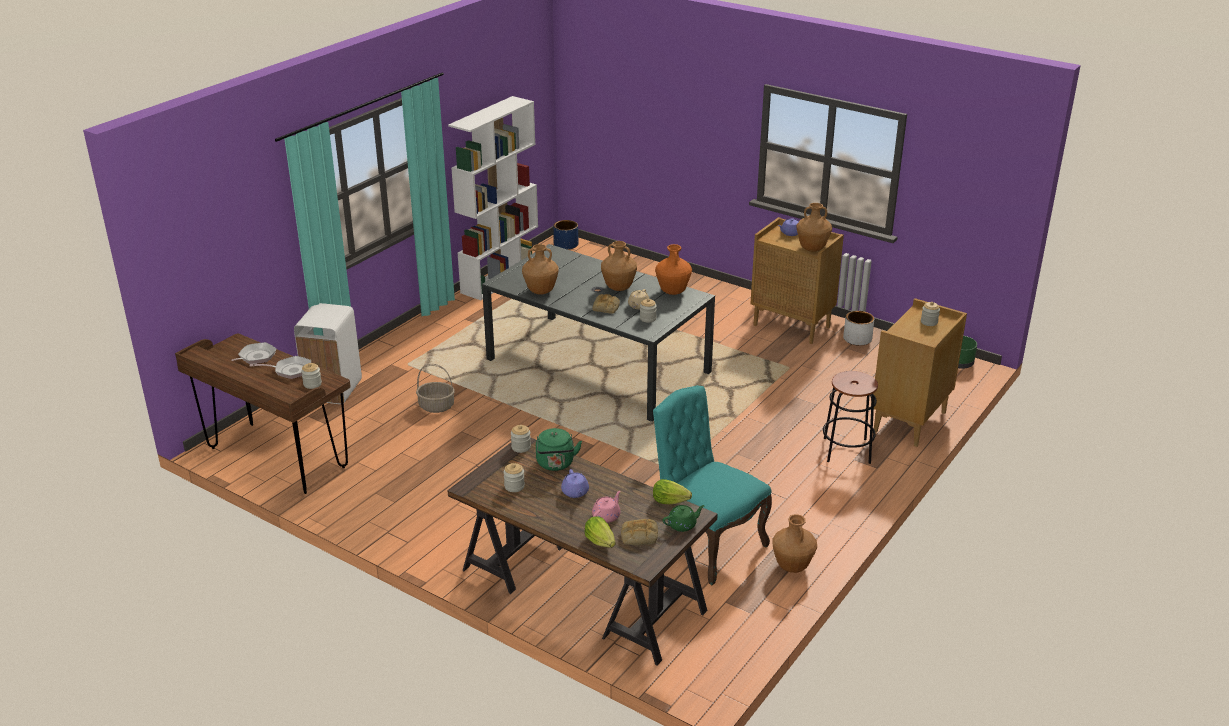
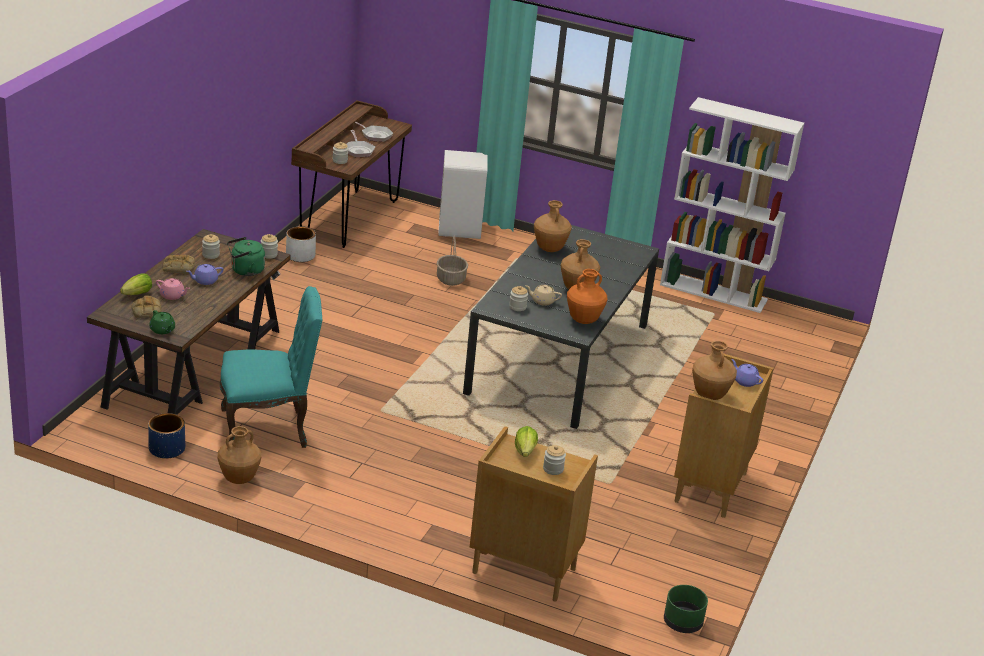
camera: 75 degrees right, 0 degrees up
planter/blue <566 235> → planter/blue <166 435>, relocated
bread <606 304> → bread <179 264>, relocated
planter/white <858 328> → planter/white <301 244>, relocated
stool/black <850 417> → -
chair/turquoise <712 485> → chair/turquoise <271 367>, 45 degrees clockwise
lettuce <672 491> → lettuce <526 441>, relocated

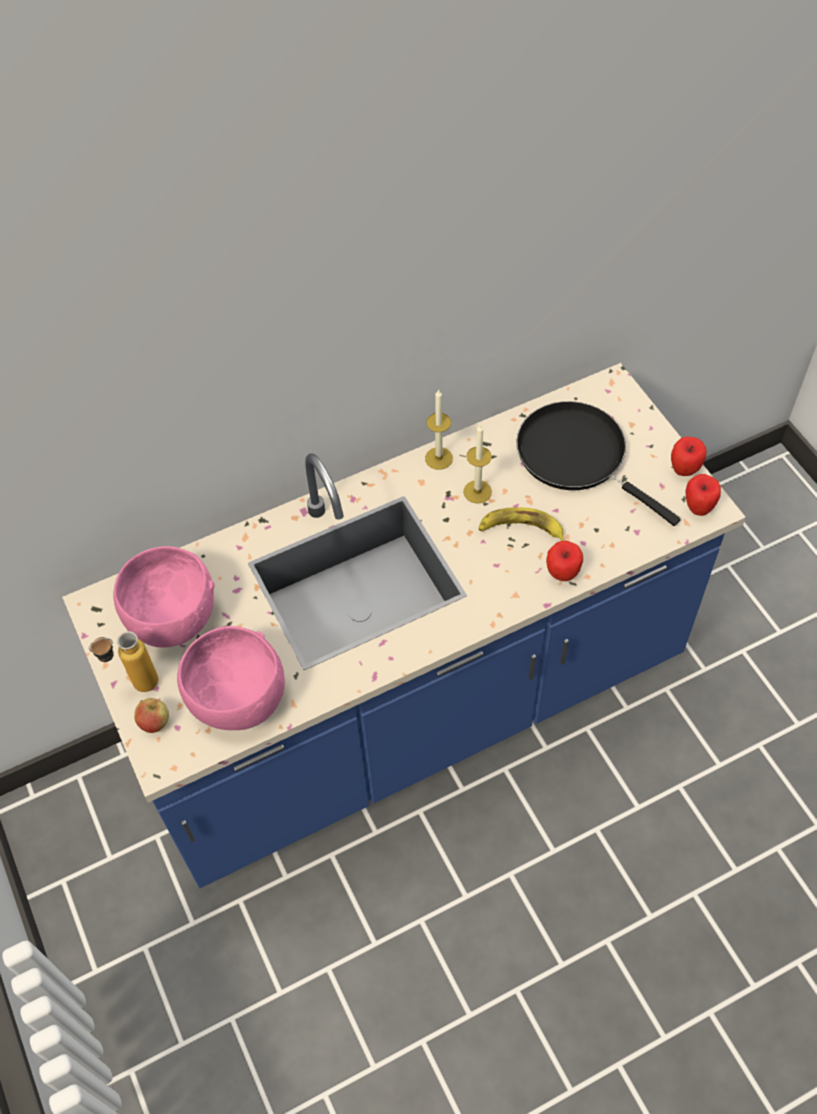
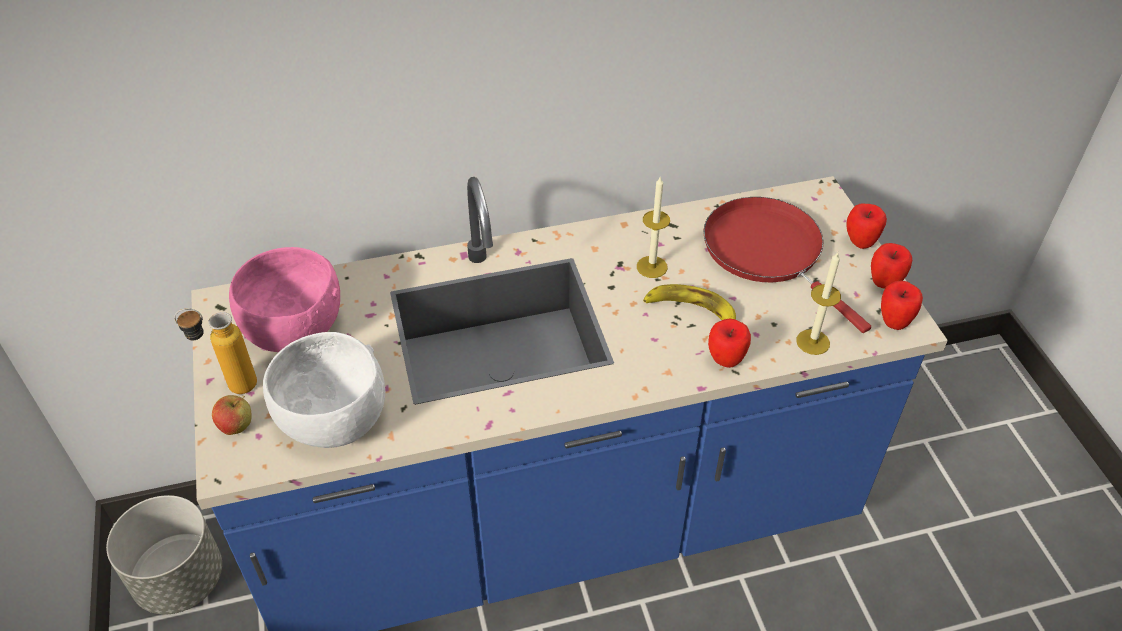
camera: 10 degrees right, 10 degrees down
candle <439 429> → candle <818 303>, relocated
frying pan/black <598 463> → frying pan/red <787 265>
bowl/pink <231 678> → bowl/white <324 390>
- → apple <867 226>
- → planter/grey <164 555>

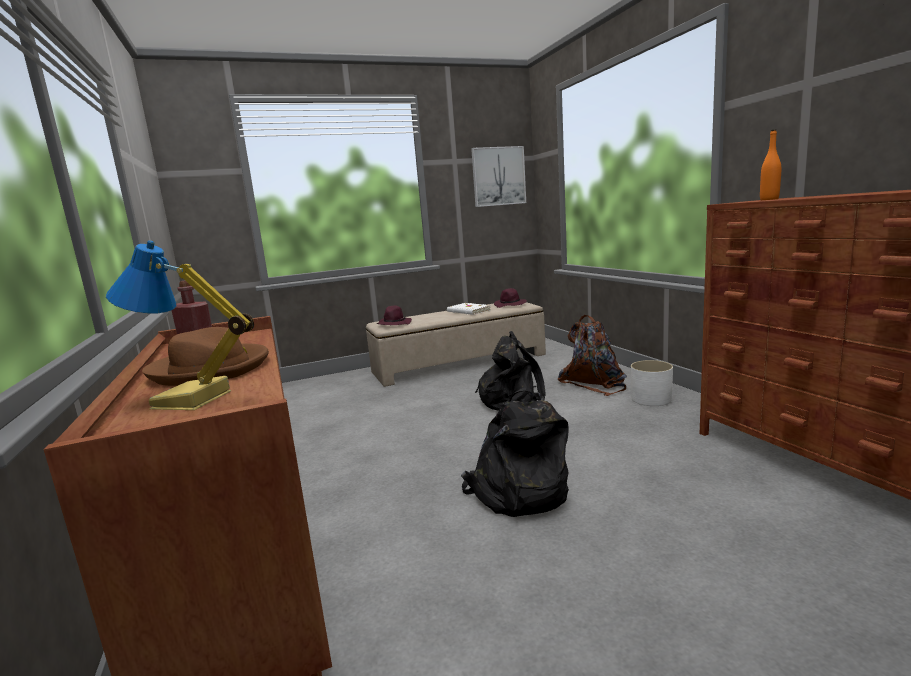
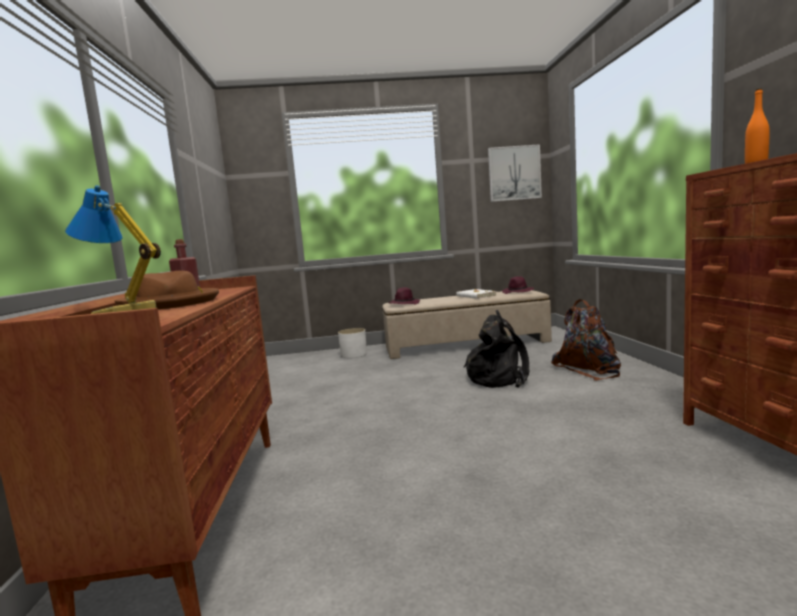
camera: 15 degrees right, 5 degrees down
planter/white <652 383> → planter/white <352 343>, relocated
backpack/black <515 452> → -

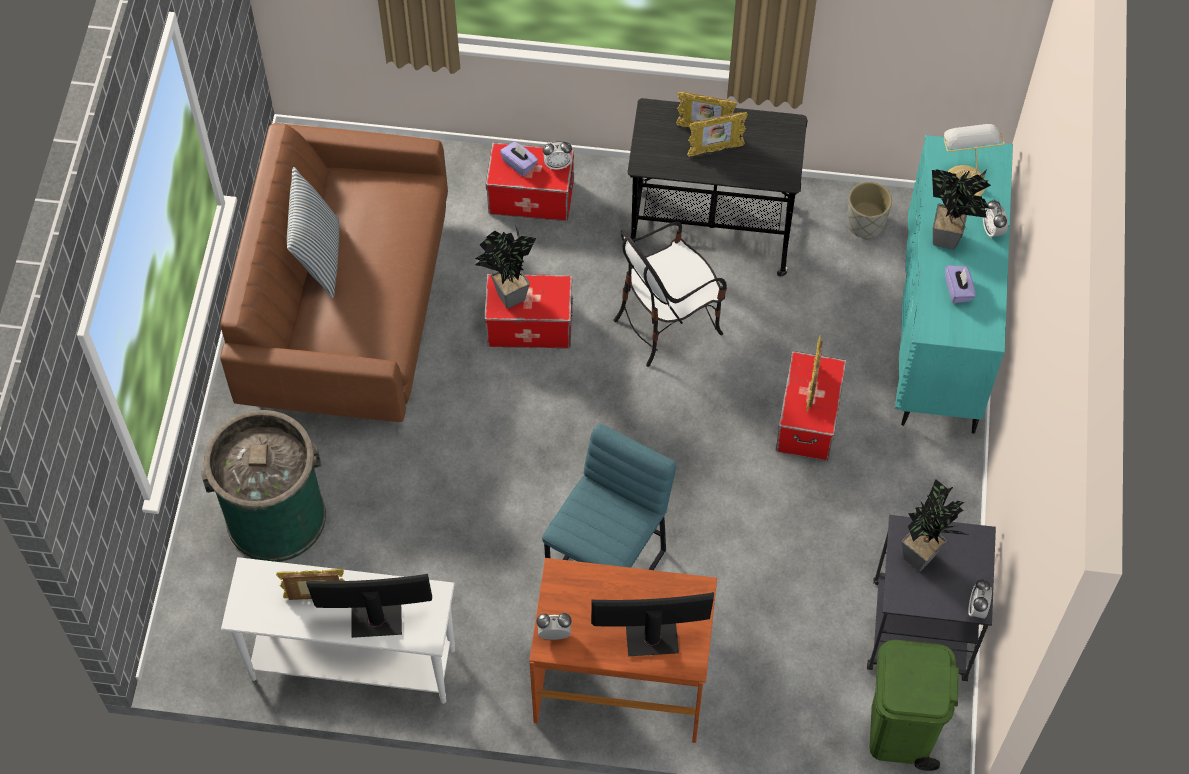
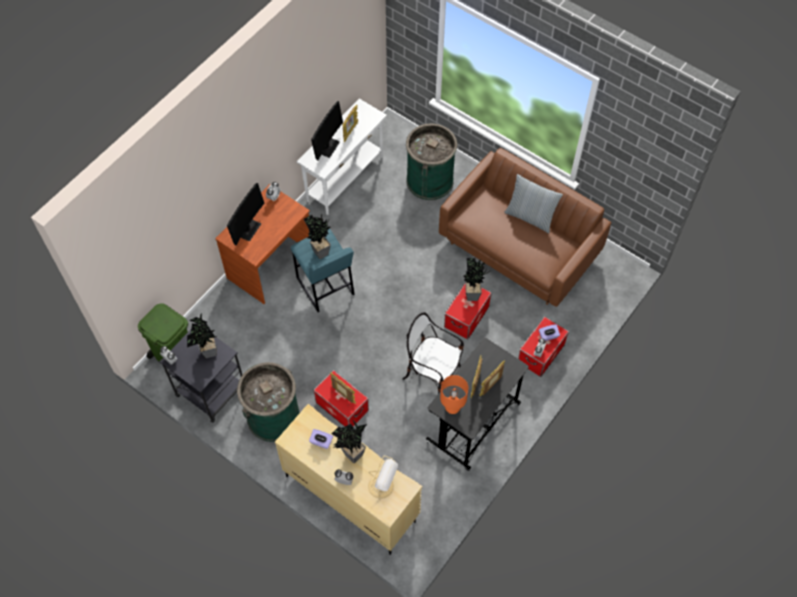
camera: 120 degrees right, 0 degrees up
dresser/turquoise <954 284> → dresser/beige <349 479>
planter/grey <869 211> → -
chair <670 294> → chair <433 353>, 60 degrees counterclockwise
- → potted plant <317 236>
- → trash can/green <268 402>
- → table lamp/orange <454 394>

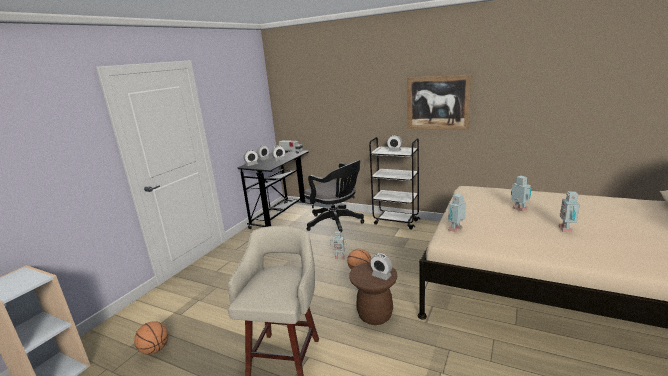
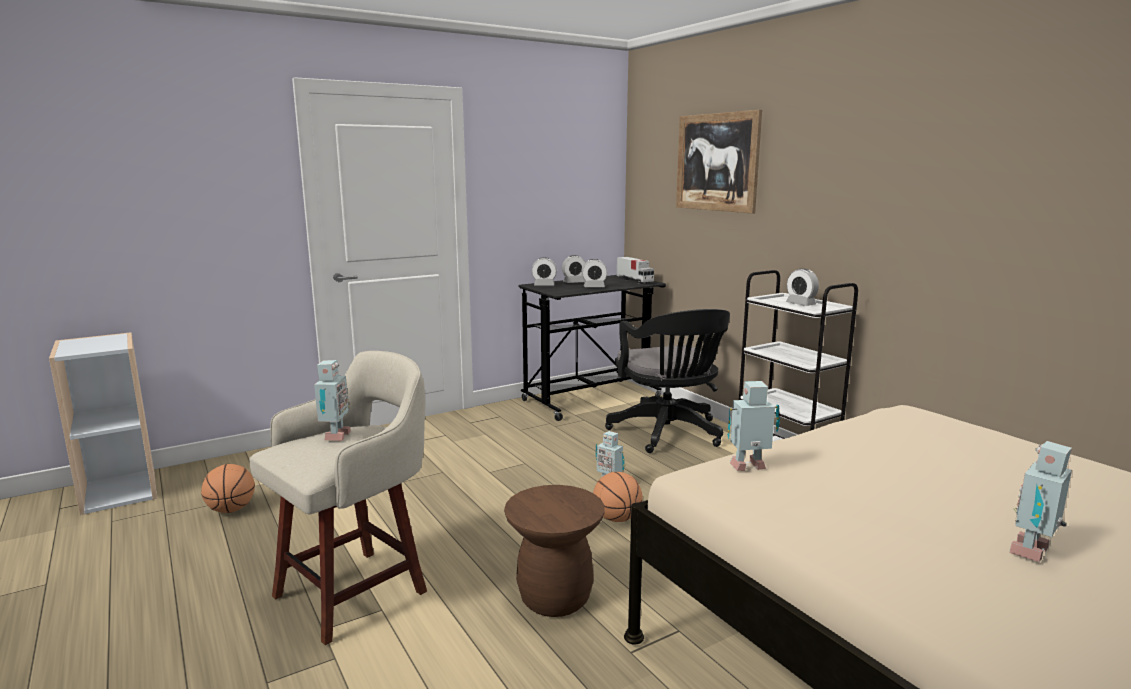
camera: 30 degrees right, 5 degrees down
picture <439 102> → picture <719 162>, relocated
toy robot <521 193> → toy robot <332 400>, relocated
alarm clock <381 266> → -

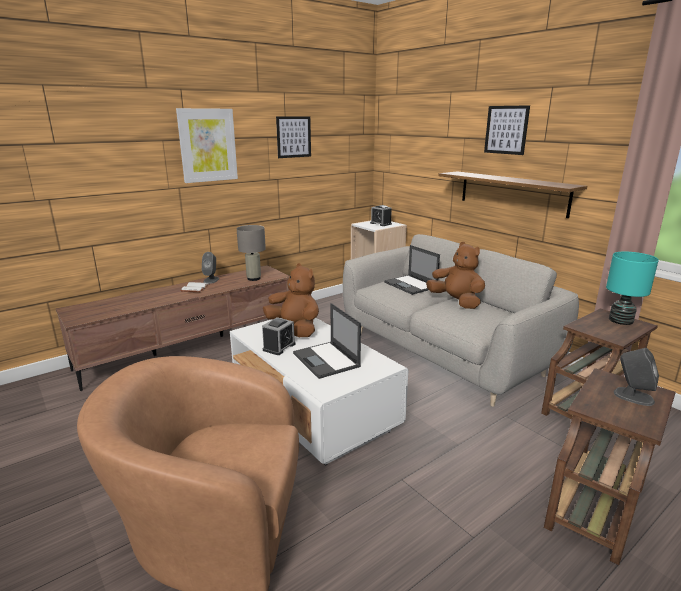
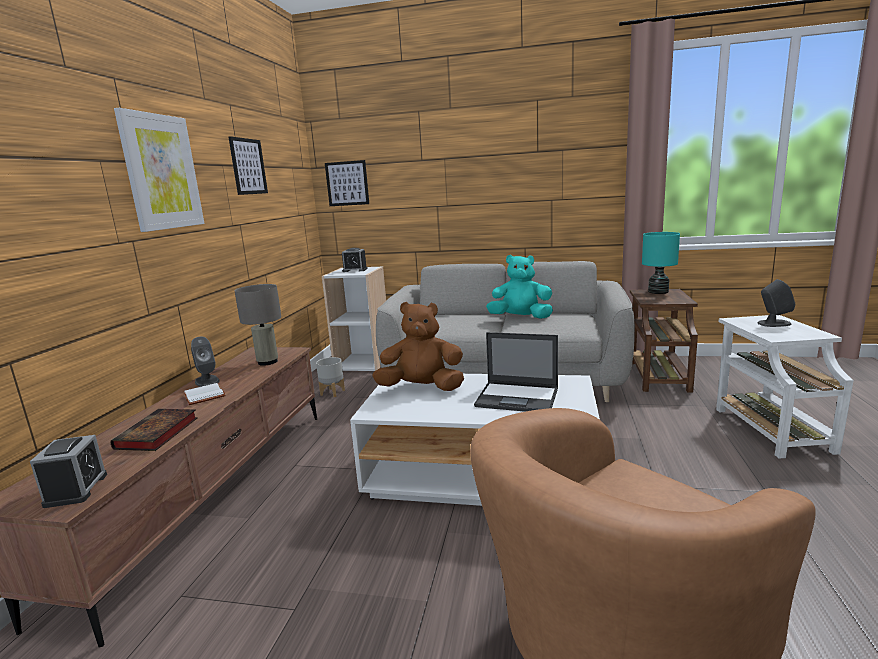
camera: 40 degrees left, 5 degrees down
picture <507 130> → picture <347 183>, relocated
shelf <512 194> → -
plush toy/brown <455 275> → plush toy/turquoise <519 287>
laptop <412 270> → -
alarm clock <278 336> → alarm clock <68 471>, relocated
side table/brown <610 466> → side table/white <785 387>
- → planter/grey <330 377>
- → book <154 430>

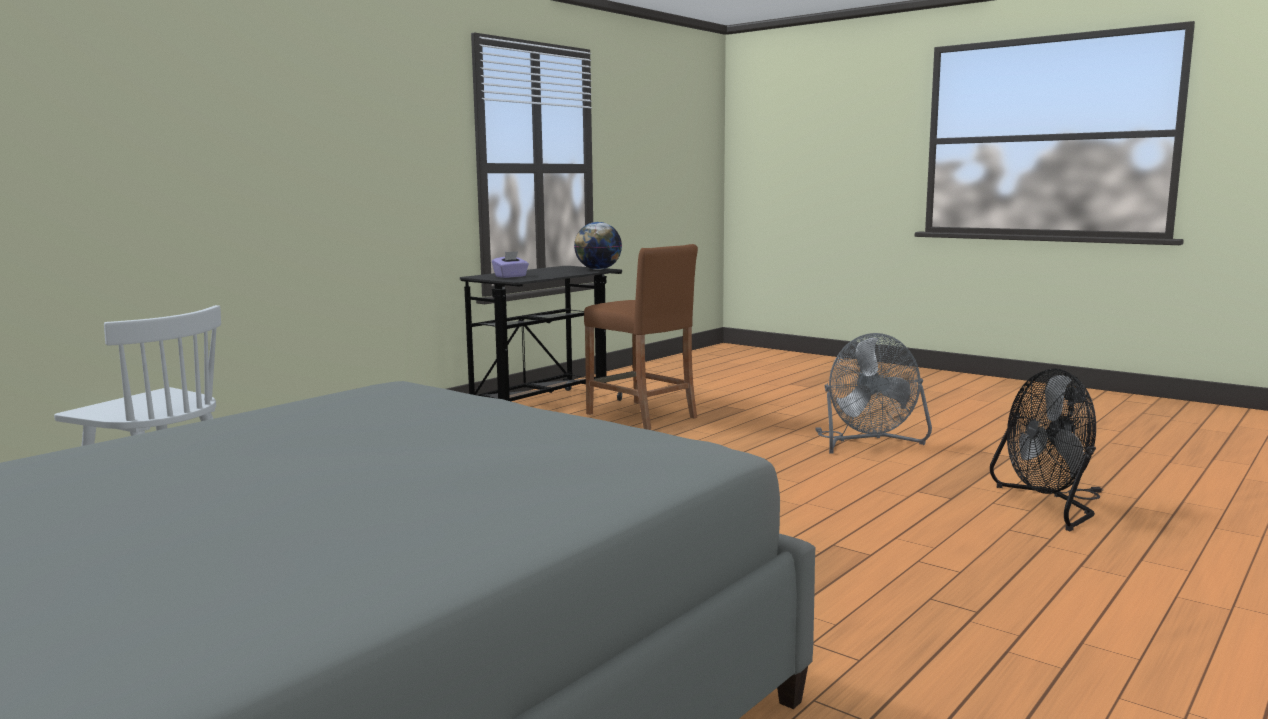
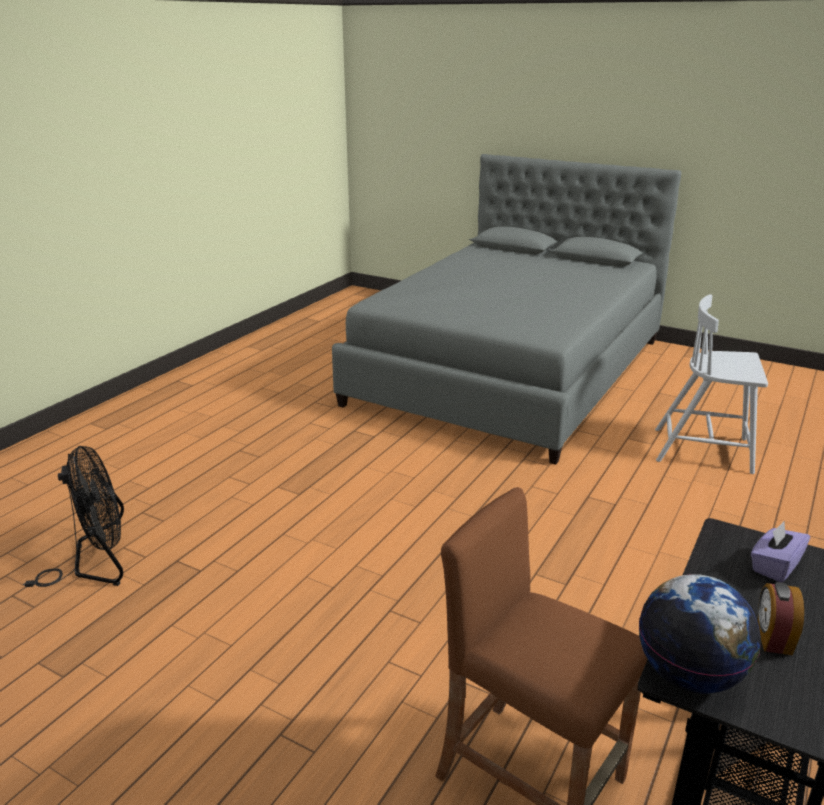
camera: 170 degrees right, 15 degrees up
fan/grey <873 393> → -
- → alarm clock <781 618>

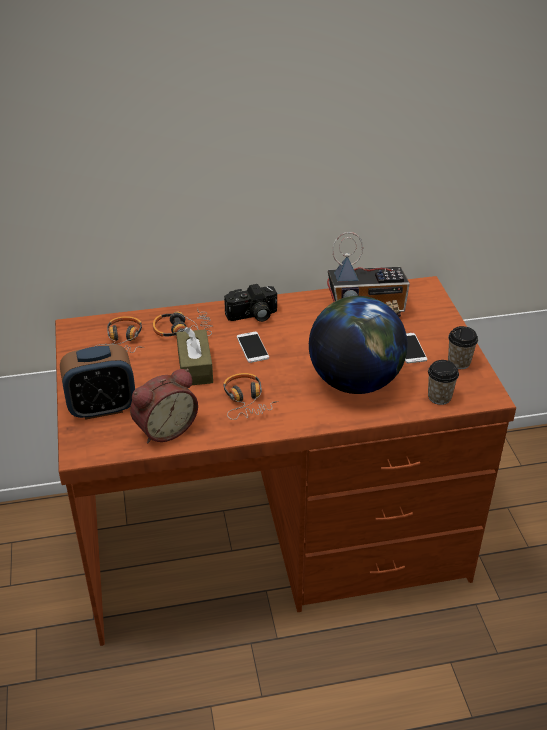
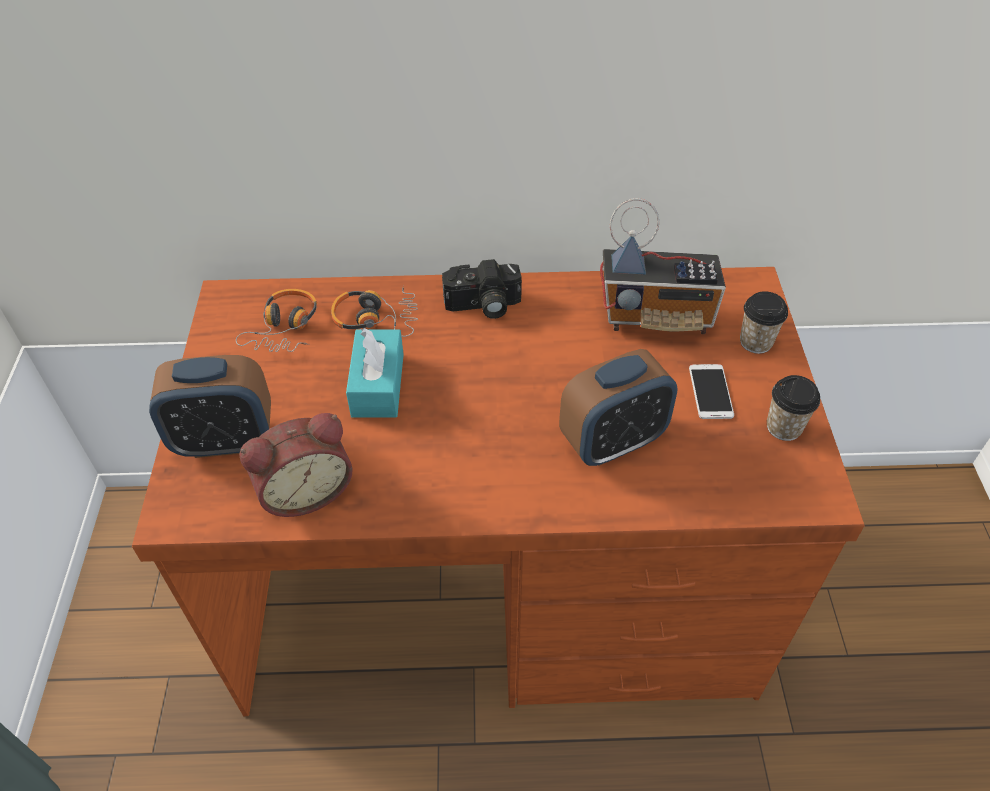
camera: 10 degrees right, 10 degrees up
globe <358 345> → alarm clock <618 407>
tissue box/brown <194 356> → tissue box/turquoise <375 372>
phone <253 347> → -
cup <443 382> → cup <764 322>, relocated
headphones <251 396> → -

